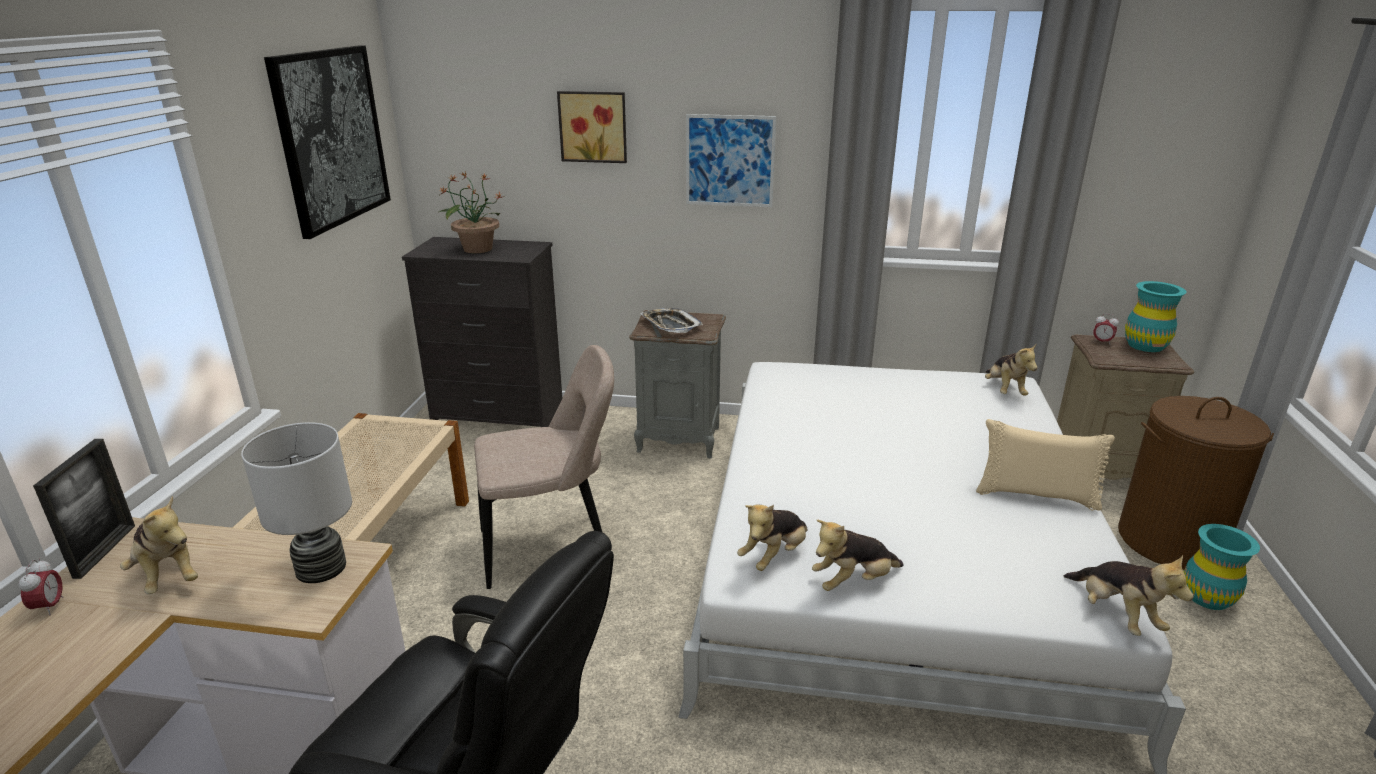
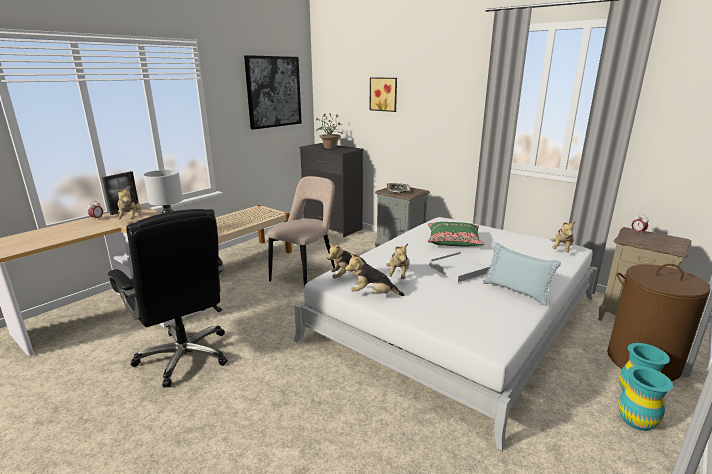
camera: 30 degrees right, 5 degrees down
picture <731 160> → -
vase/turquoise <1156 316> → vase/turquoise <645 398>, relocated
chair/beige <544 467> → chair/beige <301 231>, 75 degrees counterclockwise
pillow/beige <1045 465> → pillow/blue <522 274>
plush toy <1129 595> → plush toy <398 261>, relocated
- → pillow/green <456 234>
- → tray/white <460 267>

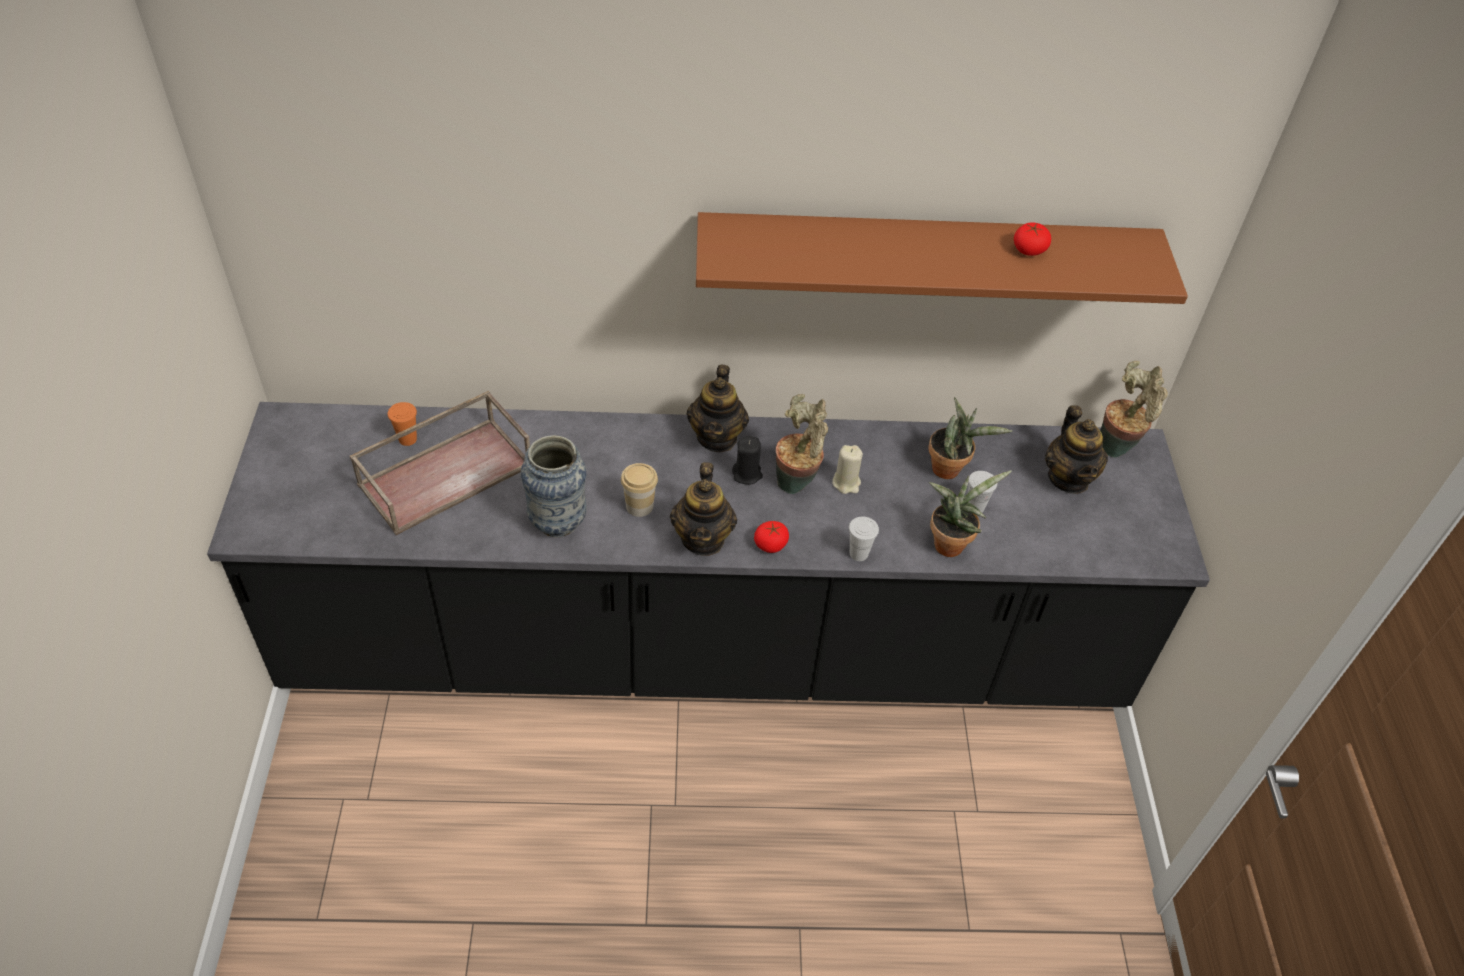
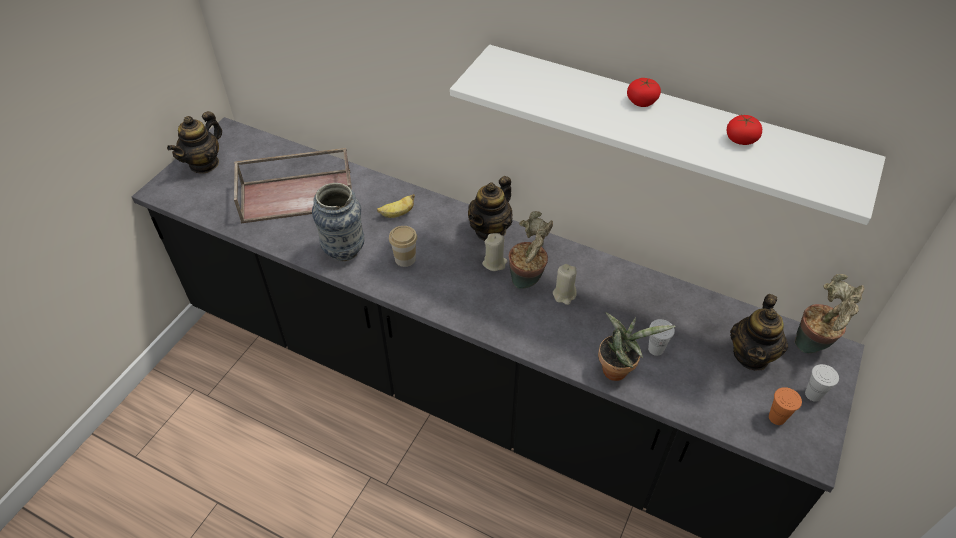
camera: 30 degrees right, 0 degrees up
shelf/brown <942 258> → shelf/white <668 135>
potted plant <970 438> → -
cup/orange <402 424> → cup/orange <785 406>, relocated
candle/black <747 460> → candle/beige <494 252>
teapot <703 509> → teapot <194 142>, relocated
cup/white <864 538> → cup/white <822 383>, relocated
tomato <771 537> → tomato <644 92>, relocated
- → banana <396 206>

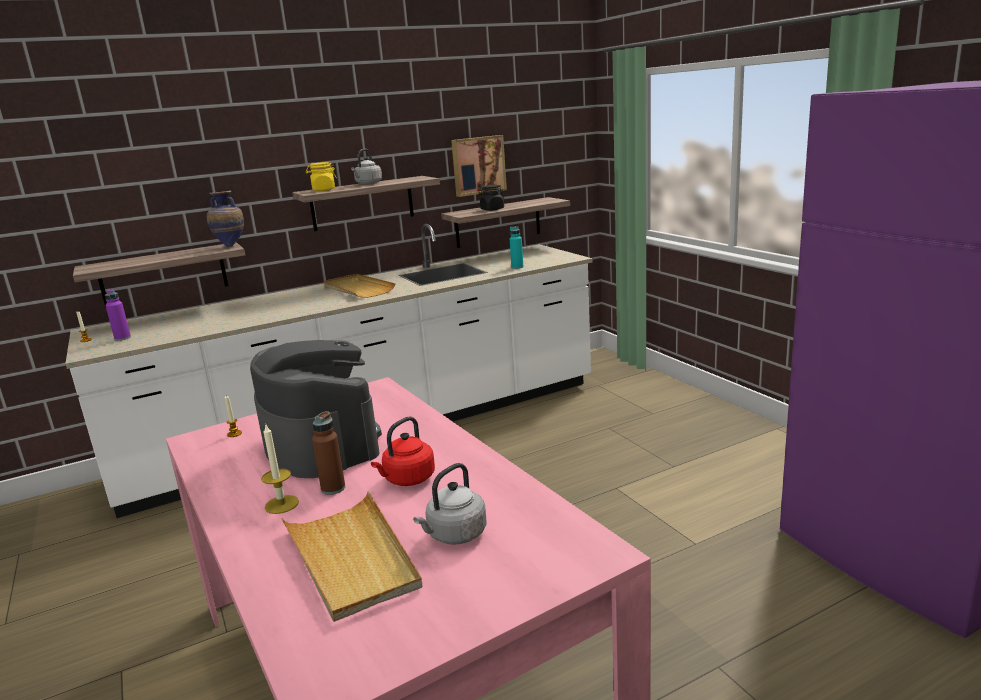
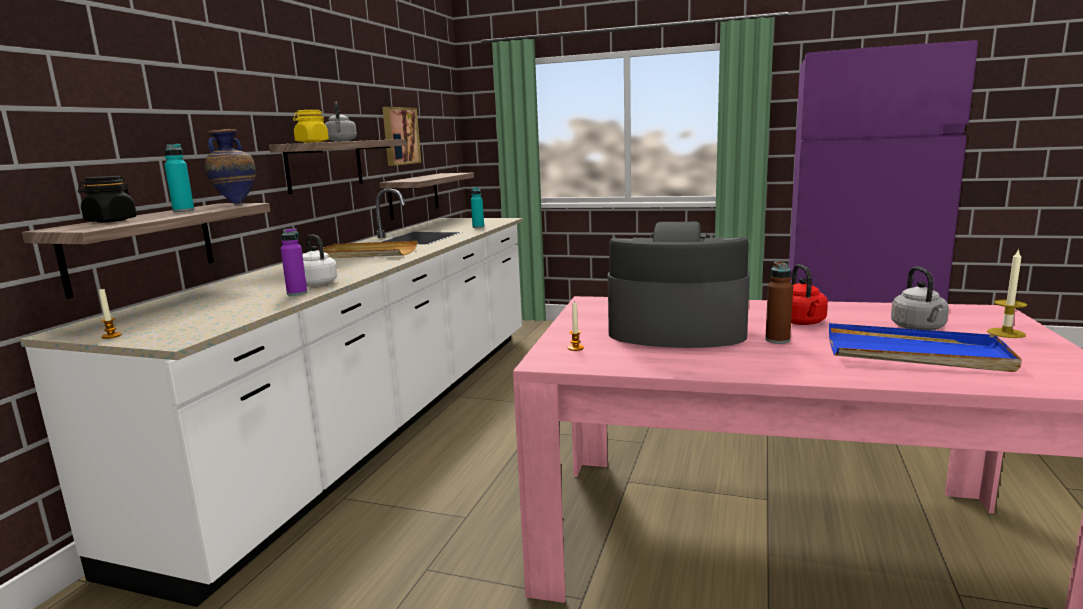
camera: 45 degrees left, 5 degrees down
jar/black <491 198> → jar/black <107 199>, relocated
bottle/purple <118 315> → bottle/purple <294 262>, relocated
candle <280 468> → candle <1007 293>, relocated
tray/beige <352 556> → tray/blue <925 347>
- → bottle/turquoise <179 178>
- → kettle/white <319 260>

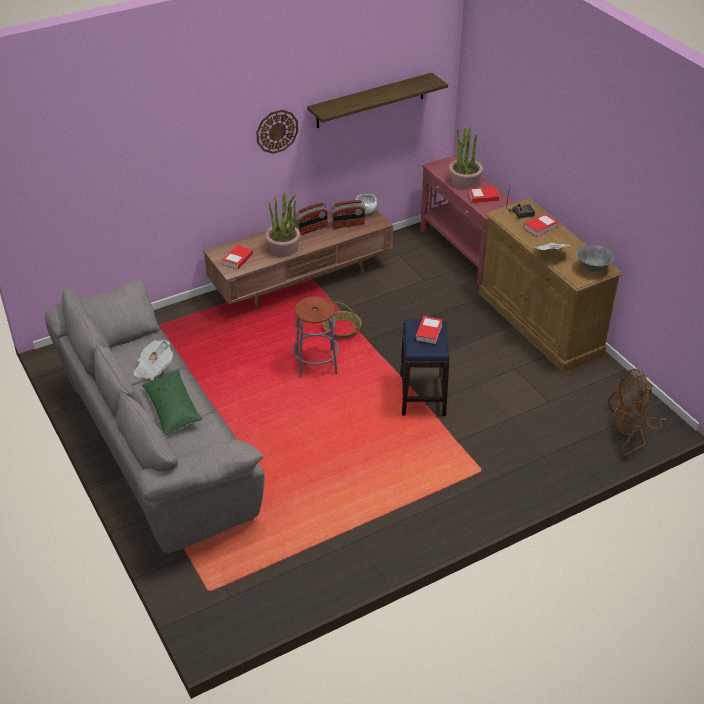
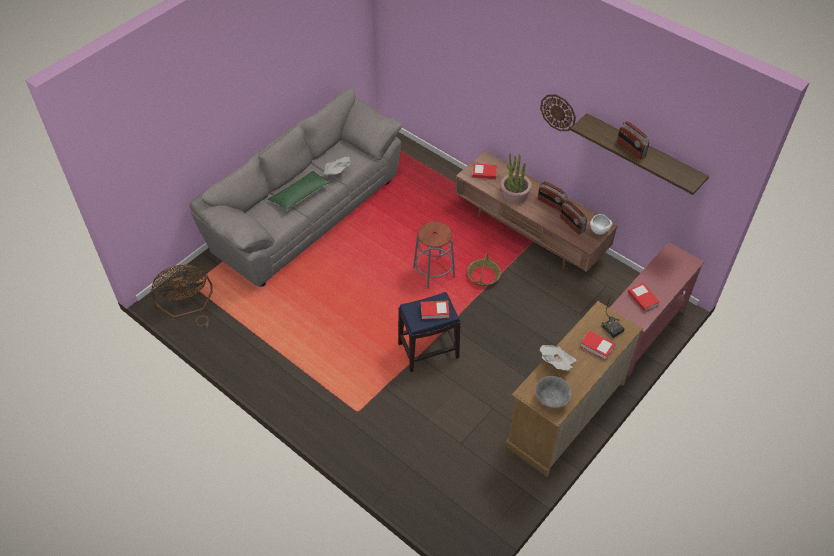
camera: 70 degrees right, 10 degrees up
potted plant <466 158> → -
fan/brown <638 413> → fan/brown <182 296>, relocated
- → radio <633 140>

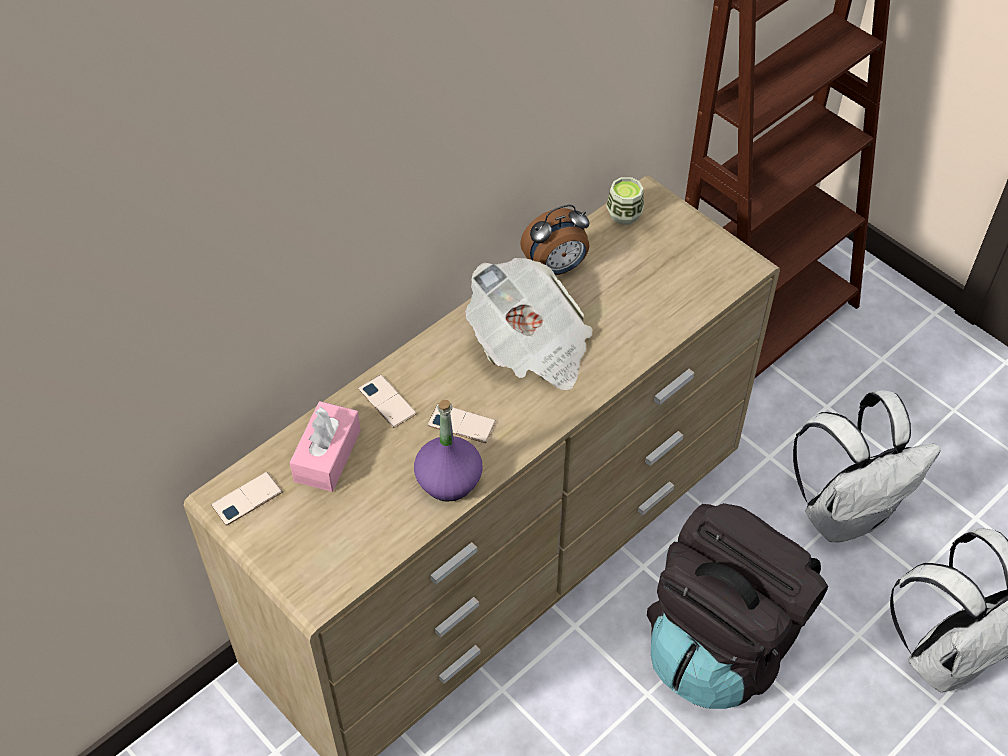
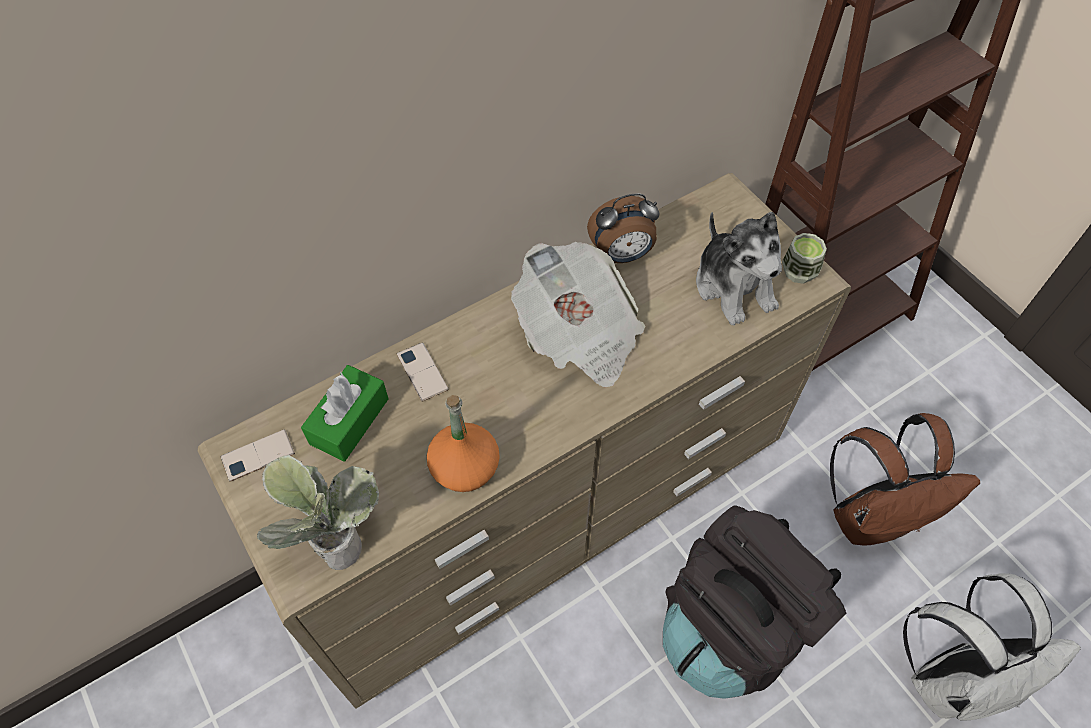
camera: 10 degrees right, 5 degrees up
cup <625 201> → cup <804 258>, relocated
backpack/white <867 466> → backpack/brown <905 479>
bottle/purple <448 450> → bottle/orange <463 443>
tissue box/pink <325 446> → tissue box/green <345 413>
phone <461 423> → -
- → plush toy <739 268>
- → potted plant <318 512>

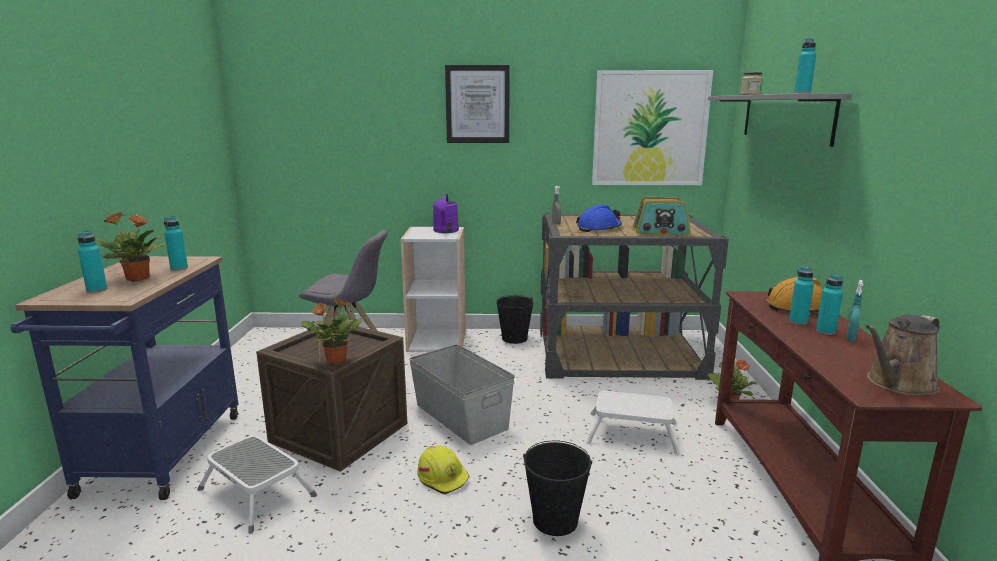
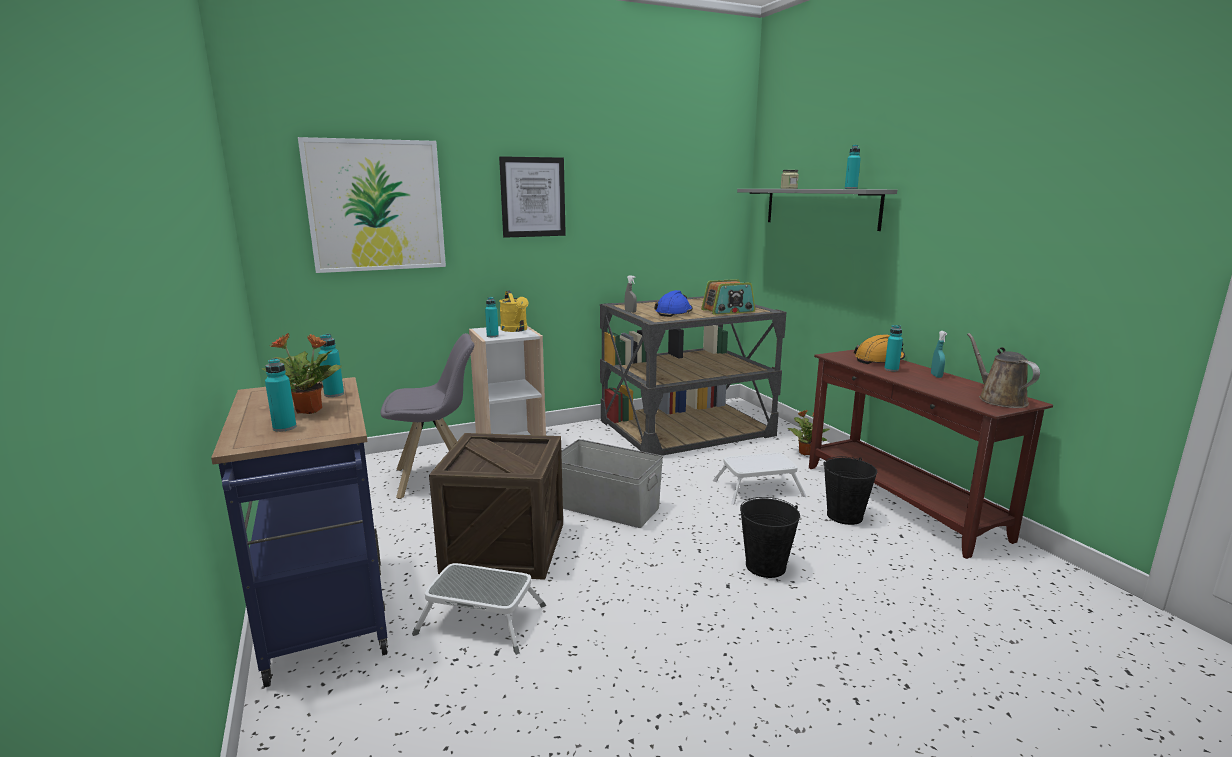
camera: 25 degrees left, 0 degrees up
picture <652 127> → picture <372 205>, relocated
watering can/purple <446 213> → watering can/yellow <513 311>
bottle/turquoise <829 304> → bottle/turquoise <492 317>, relocated
bucket/black <515 319> → bucket/black <850 490>, relocated
potted plant <332 331> → -
watering can/brown <902 355> → watering can/brown <1003 370>, 135 degrees clockwise
hard hat/yellow <443 470> → -

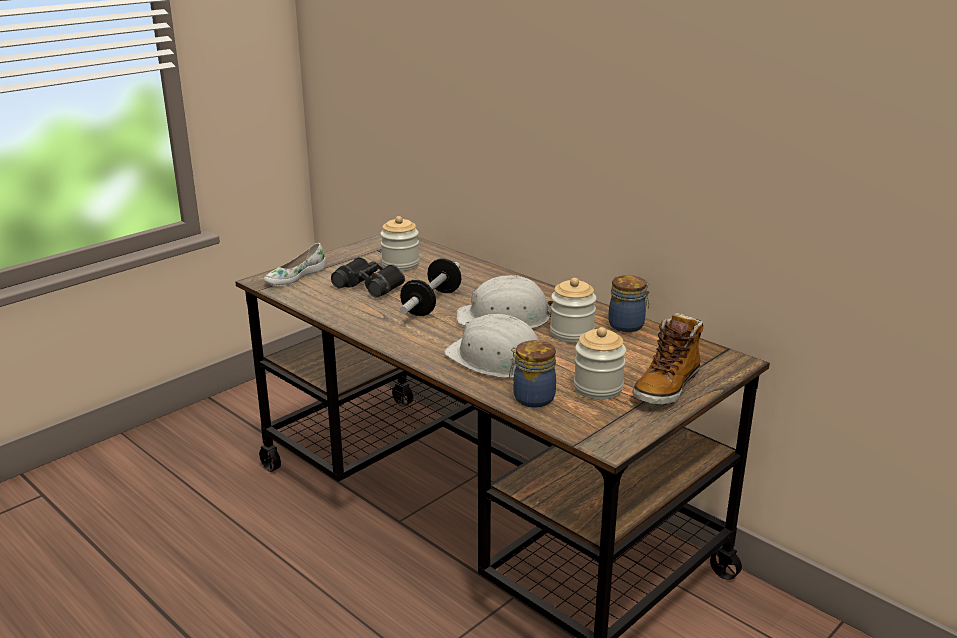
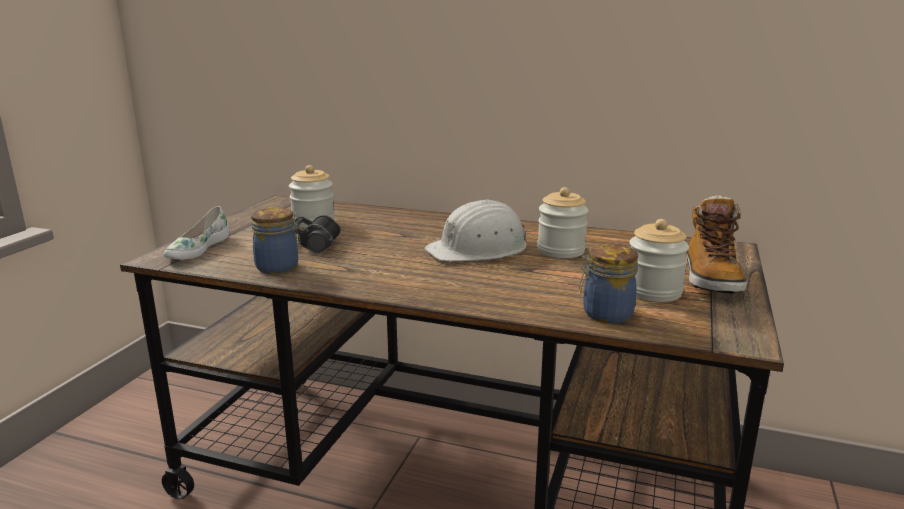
camera: 25 degrees left, 5 degrees down
dumbbell <431 287> → -
jar <629 303> → jar <276 241>, relocated
hard hat/white <491 346> → -

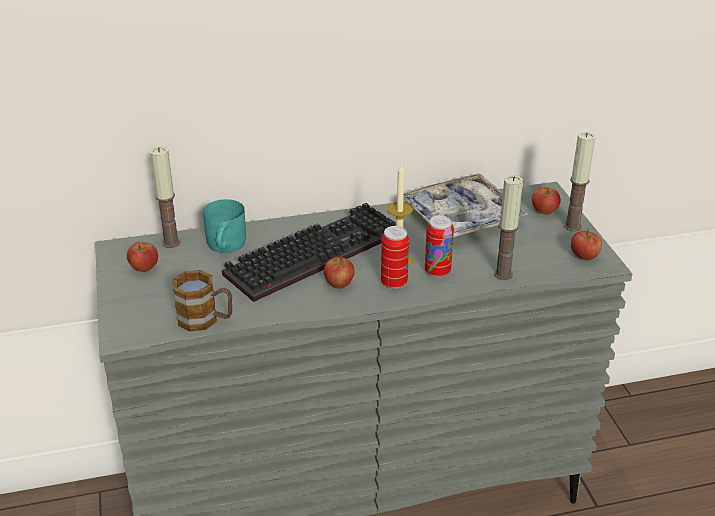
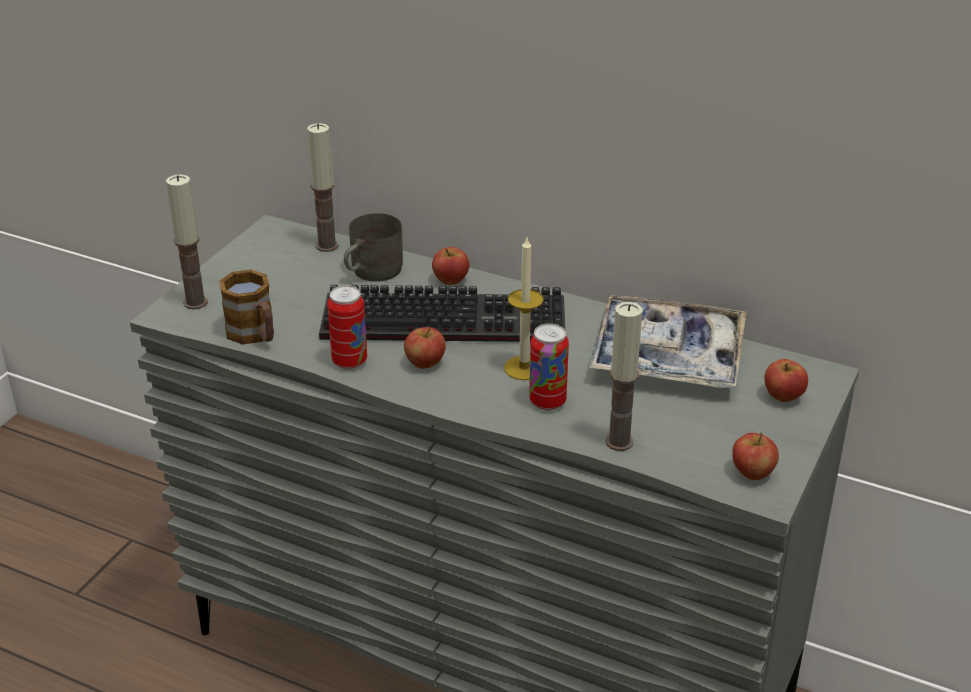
camera: 40 degrees right, 0 degrees up
candle <580 181> → candle <187 241>, relocated
mug/turquoise <224 226> → mug/grey <373 247>
can <395 257> → can <347 327>, relocated
apple <142 257> → apple <450 266>, relocated

